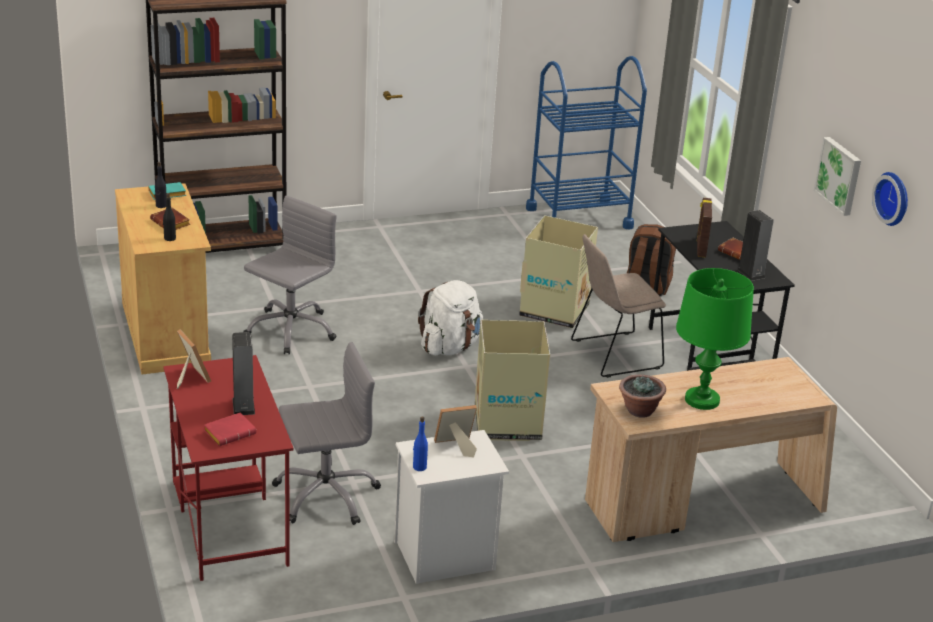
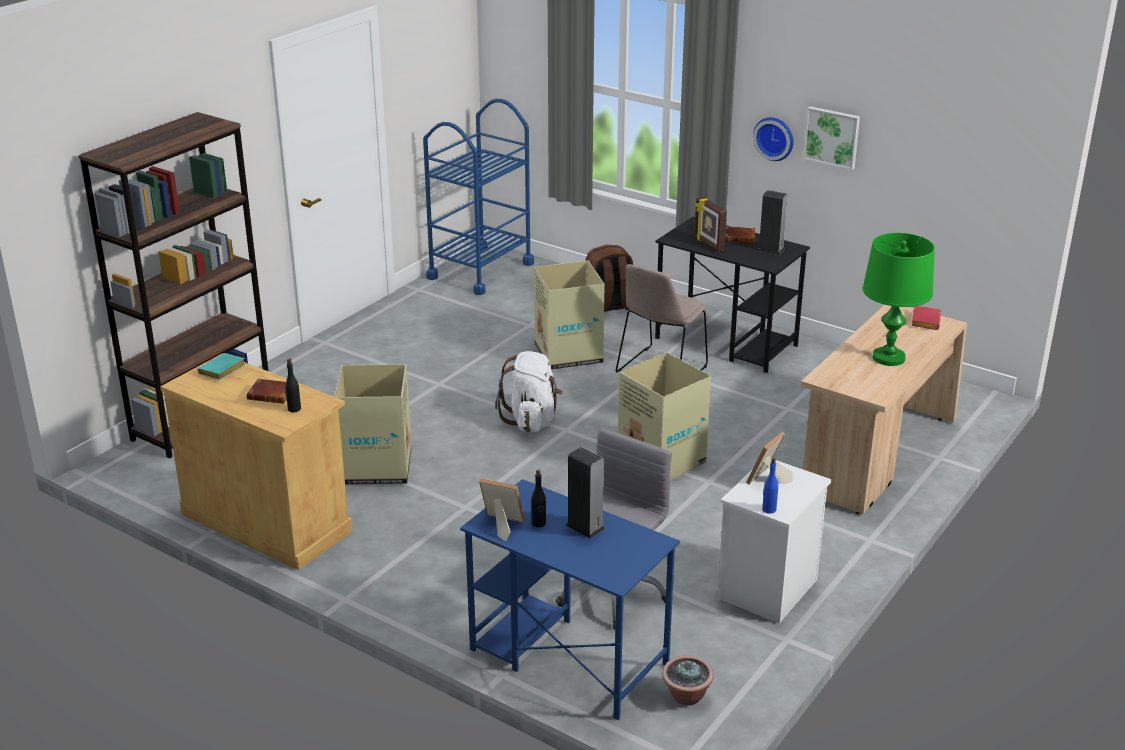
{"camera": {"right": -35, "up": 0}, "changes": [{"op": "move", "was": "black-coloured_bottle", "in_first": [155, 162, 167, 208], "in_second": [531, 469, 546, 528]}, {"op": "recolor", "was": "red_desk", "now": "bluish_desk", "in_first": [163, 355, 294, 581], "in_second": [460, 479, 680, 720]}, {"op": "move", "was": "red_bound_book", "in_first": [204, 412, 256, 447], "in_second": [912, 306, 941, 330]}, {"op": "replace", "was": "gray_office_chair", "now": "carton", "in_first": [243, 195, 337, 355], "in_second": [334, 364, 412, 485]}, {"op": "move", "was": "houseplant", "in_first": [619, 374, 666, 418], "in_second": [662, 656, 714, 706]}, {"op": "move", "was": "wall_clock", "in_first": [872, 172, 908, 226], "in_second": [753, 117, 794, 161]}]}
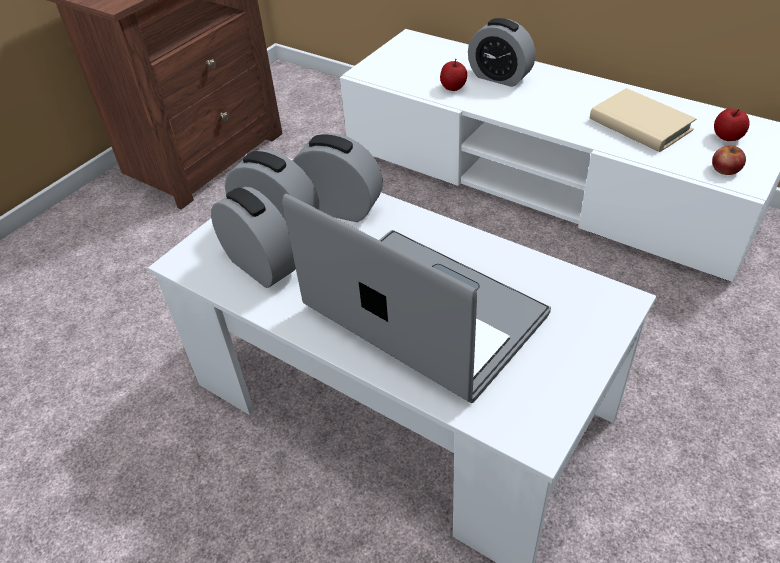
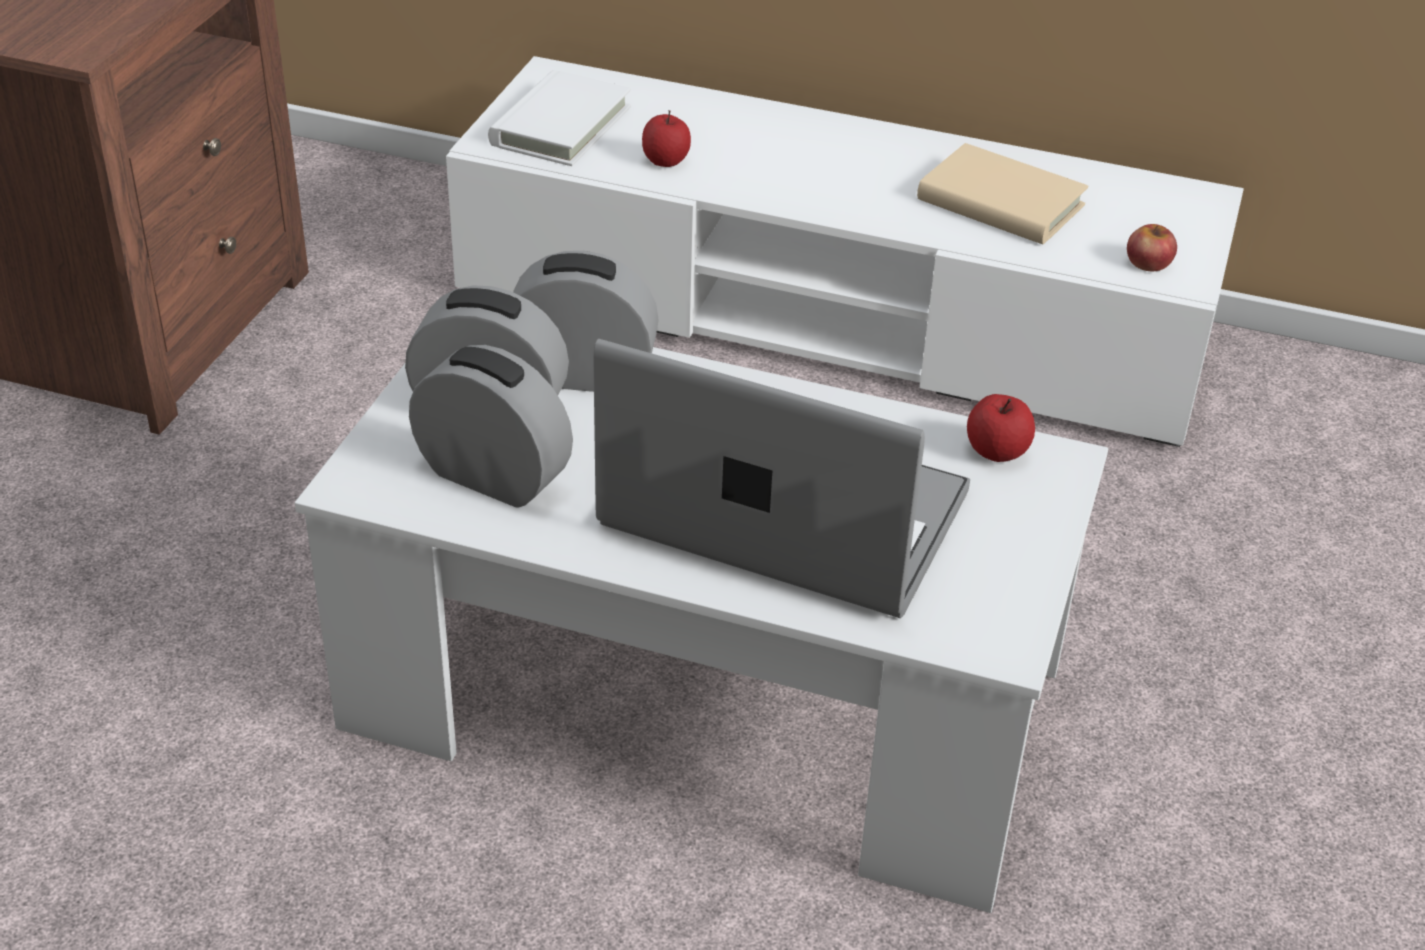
{"camera": {"right": -20, "up": -5}, "changes": [{"op": "delete", "was": "bedside_clock", "in_first": [468, 18, 536, 87]}, {"op": "move", "was": "apple", "in_first": [714, 108, 749, 141], "in_second": [967, 394, 1035, 462]}, {"op": "insert", "now": "white_bound_book", "in_second": [488, 70, 631, 166]}]}
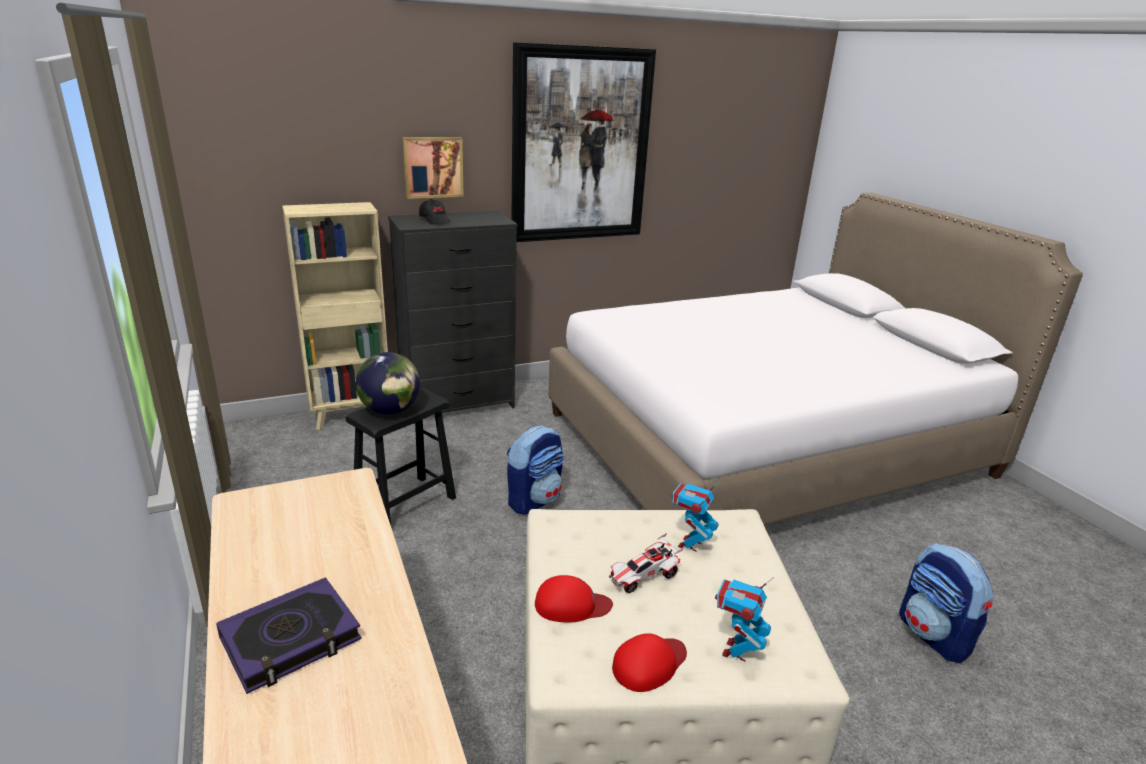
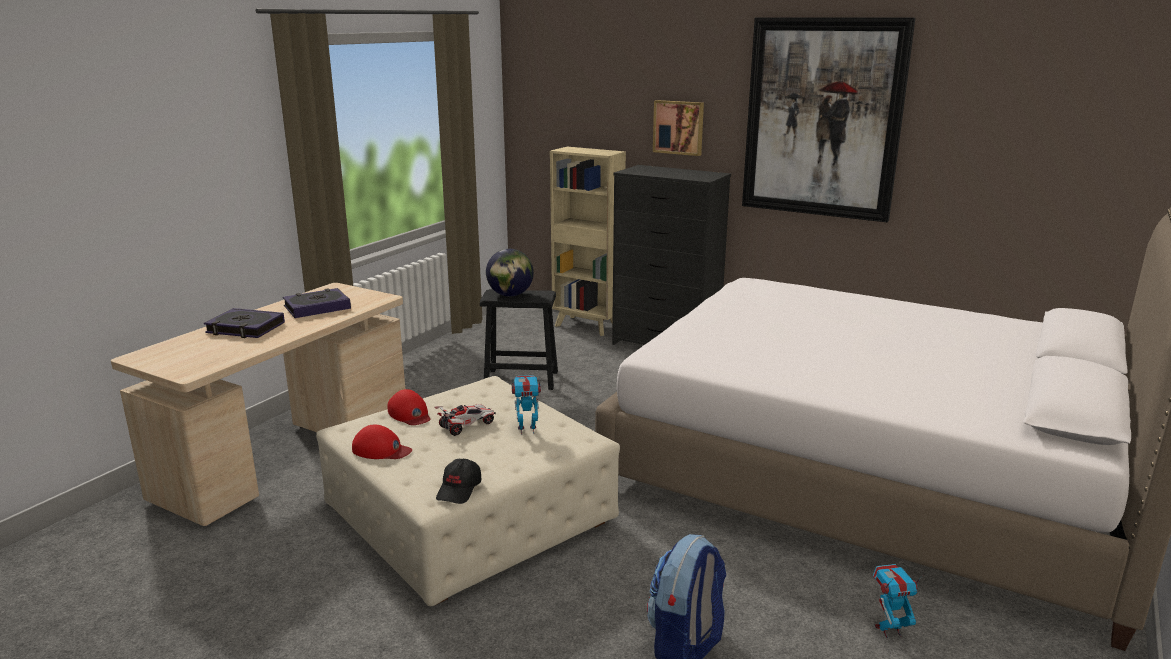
{"camera": {"right": 55, "up": -5}, "changes": [{"op": "move", "was": "black-coloured_cap", "in_first": [419, 199, 451, 225], "in_second": [436, 459, 481, 504]}, {"op": "delete", "was": "rucksack", "in_first": [507, 425, 564, 514]}, {"op": "rotate", "was": "toy_car", "in_first": [609, 533, 684, 593], "in_second": [435, 404, 496, 436], "clockwise": 120}, {"op": "move", "was": "toy_robot", "in_first": [715, 577, 774, 661], "in_second": [873, 564, 923, 638]}, {"op": "insert", "now": "bound_book", "in_second": [283, 288, 351, 318]}]}
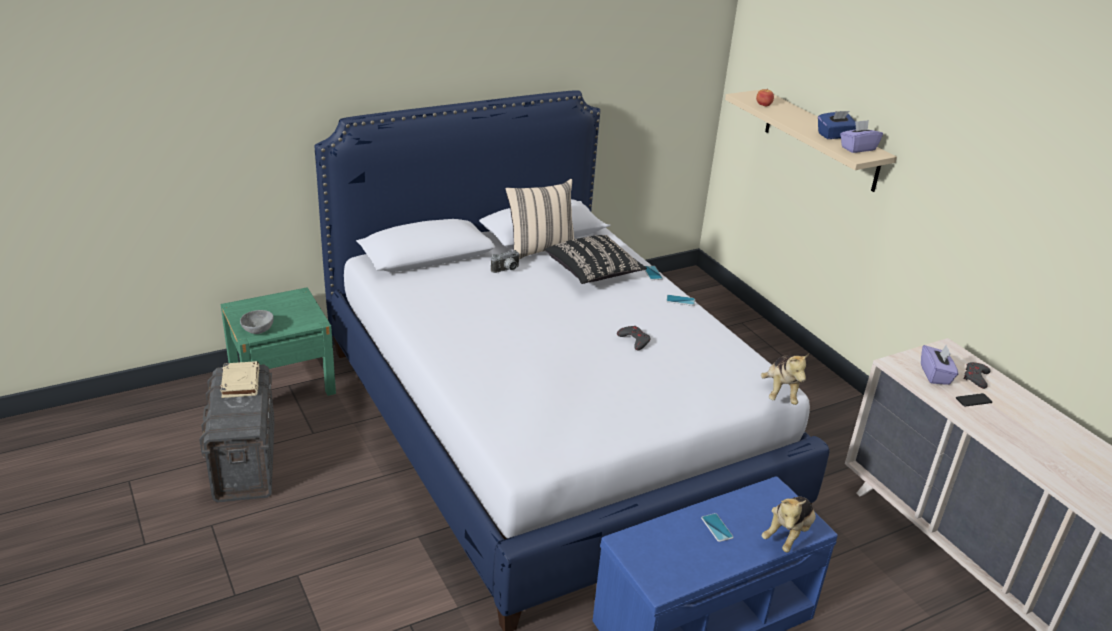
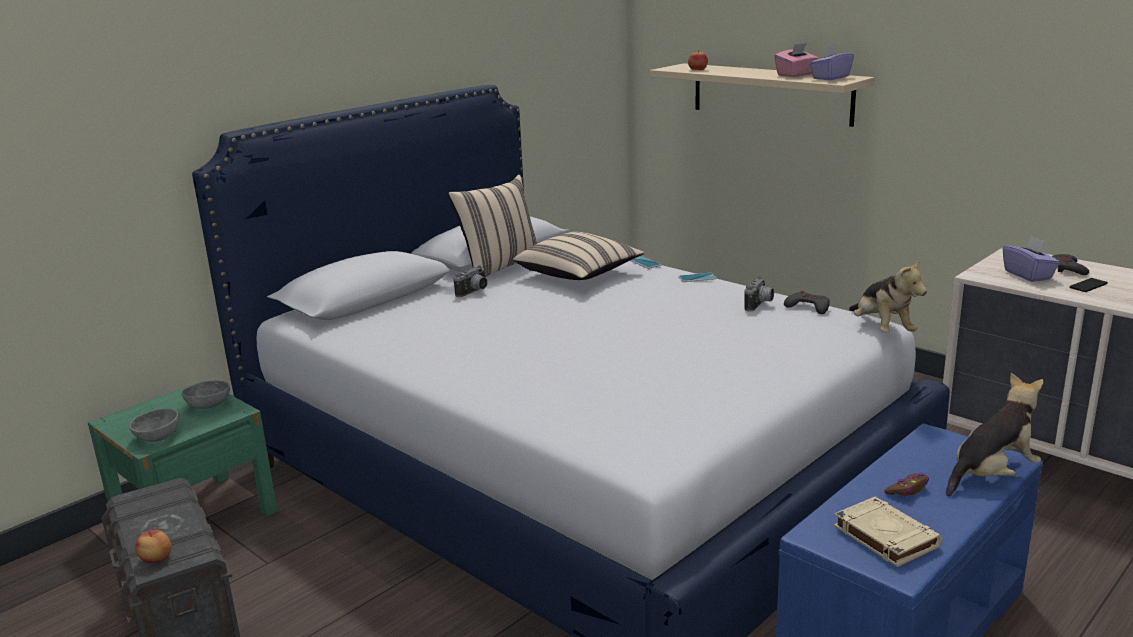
{"camera": {"right": -15, "up": -10}, "changes": [{"op": "move", "was": "beige-coloured_bound_book", "in_first": [220, 361, 260, 398], "in_second": [834, 497, 942, 567]}, {"op": "recolor", "was": "black-coloured_pillow", "now": "beige-coloured_pillow", "in_first": [545, 235, 647, 284], "in_second": [513, 232, 644, 280]}, {"op": "move", "was": "gray_game_controller", "in_first": [617, 326, 651, 350], "in_second": [784, 291, 830, 314]}, {"op": "replace", "was": "handset", "now": "brown_game_controller", "in_first": [701, 513, 734, 542], "in_second": [884, 473, 929, 496]}, {"op": "rotate", "was": "plush_toy", "in_first": [762, 497, 816, 552], "in_second": [946, 373, 1043, 497], "clockwise": -135}, {"op": "recolor", "was": "bluish_tissue_box", "now": "pink_tissue_box", "in_first": [818, 111, 856, 139], "in_second": [774, 43, 819, 77]}, {"op": "insert", "now": "apple", "in_second": [135, 530, 171, 563]}, {"op": "insert", "now": "gray_serving_bowl", "in_second": [181, 380, 230, 409]}, {"op": "insert", "now": "photo_camera", "in_second": [744, 276, 774, 311]}]}
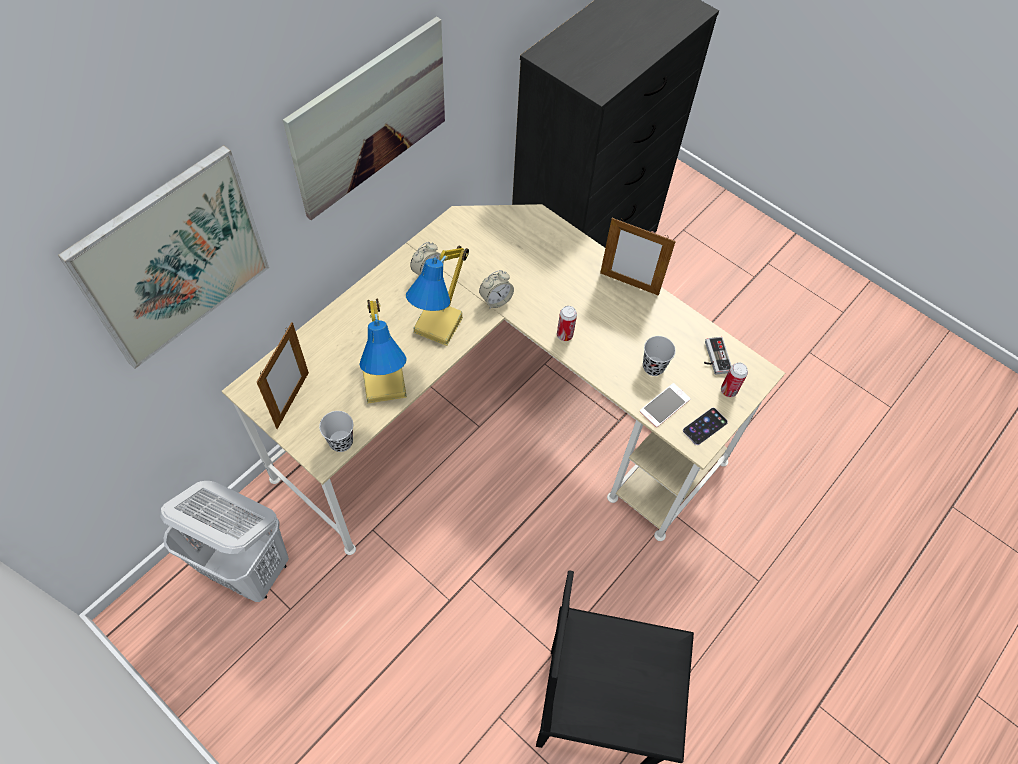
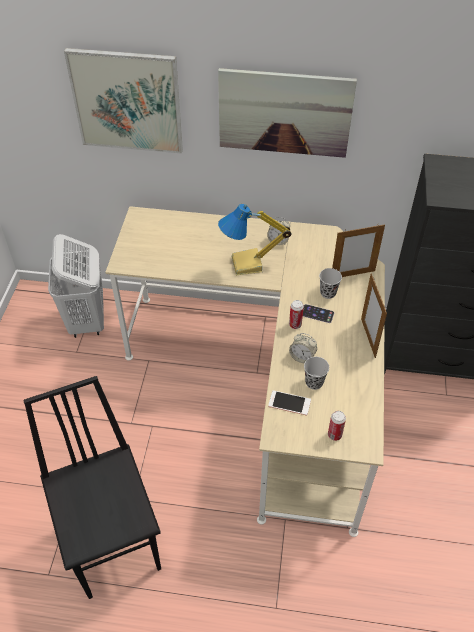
{"camera": {"right": 60, "up": -10}, "changes": [{"op": "move", "was": "photo_frame", "in_first": [257, 322, 309, 429], "in_second": [332, 224, 385, 277]}, {"op": "move", "was": "black-coloured_small_cup", "in_first": [319, 411, 353, 452], "in_second": [319, 268, 342, 299]}, {"op": "delete", "was": "table_lamp", "in_first": [359, 299, 407, 404]}, {"op": "move", "was": "bedside_clock", "in_first": [479, 270, 514, 309], "in_second": [289, 333, 317, 363]}, {"op": "move", "was": "handset", "in_first": [683, 408, 728, 445], "in_second": [303, 304, 334, 323]}, {"op": "delete", "was": "game_controller", "in_first": [704, 337, 732, 375]}]}
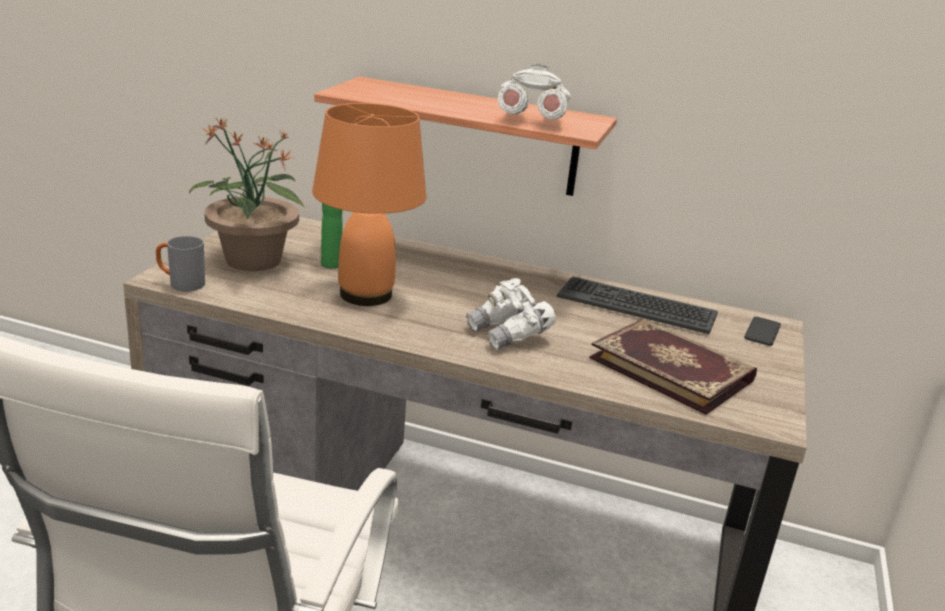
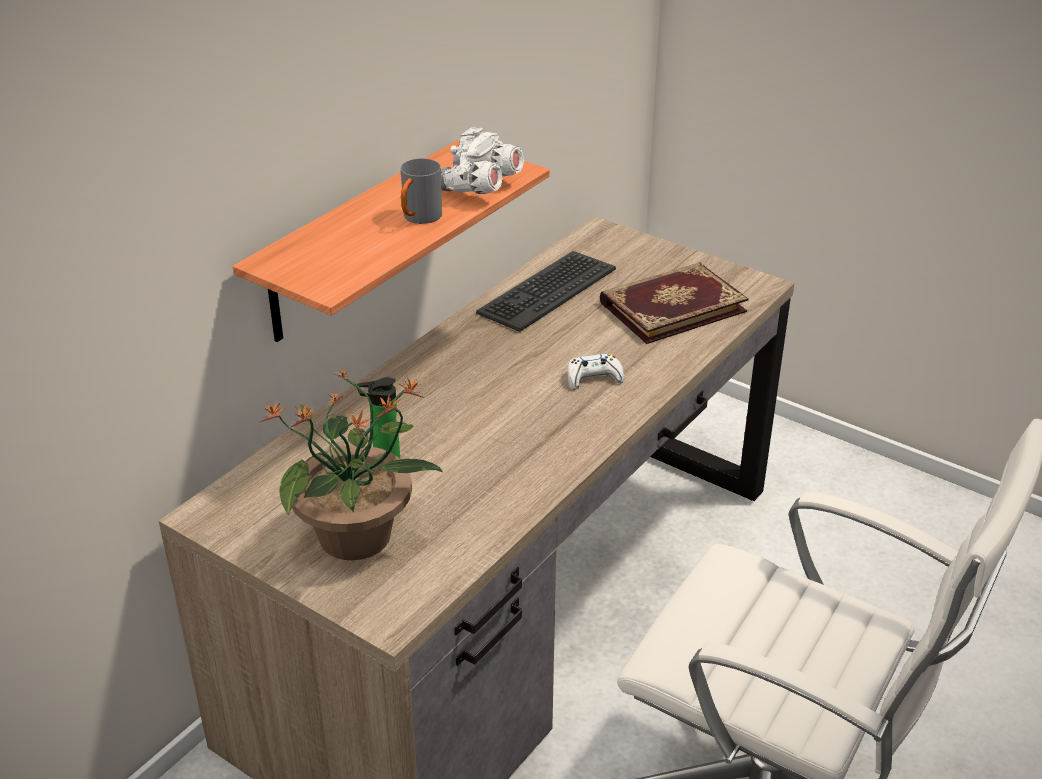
{"camera": {"right": -70, "up": 10}, "changes": [{"op": "move", "was": "gray_tea_mug", "in_first": [156, 236, 205, 291], "in_second": [401, 158, 442, 224]}, {"op": "delete", "was": "orangey_table_lamp", "in_first": [312, 103, 427, 306]}, {"op": "replace", "was": "white_field_glasses", "now": "white_game_controller", "in_first": [467, 278, 556, 350], "in_second": [567, 354, 624, 390]}, {"op": "delete", "was": "handset", "in_first": [744, 317, 781, 346]}]}
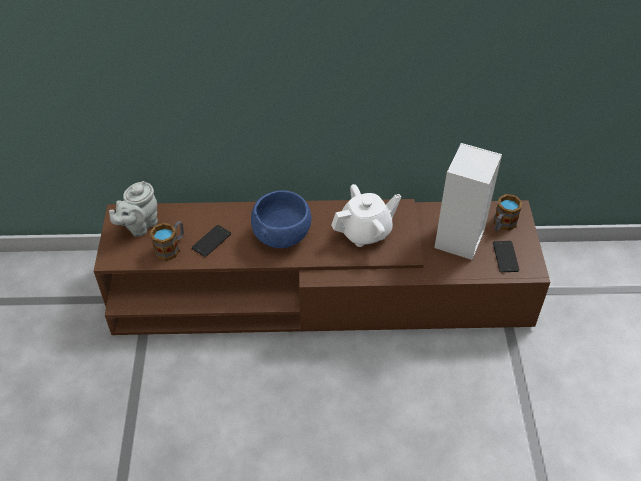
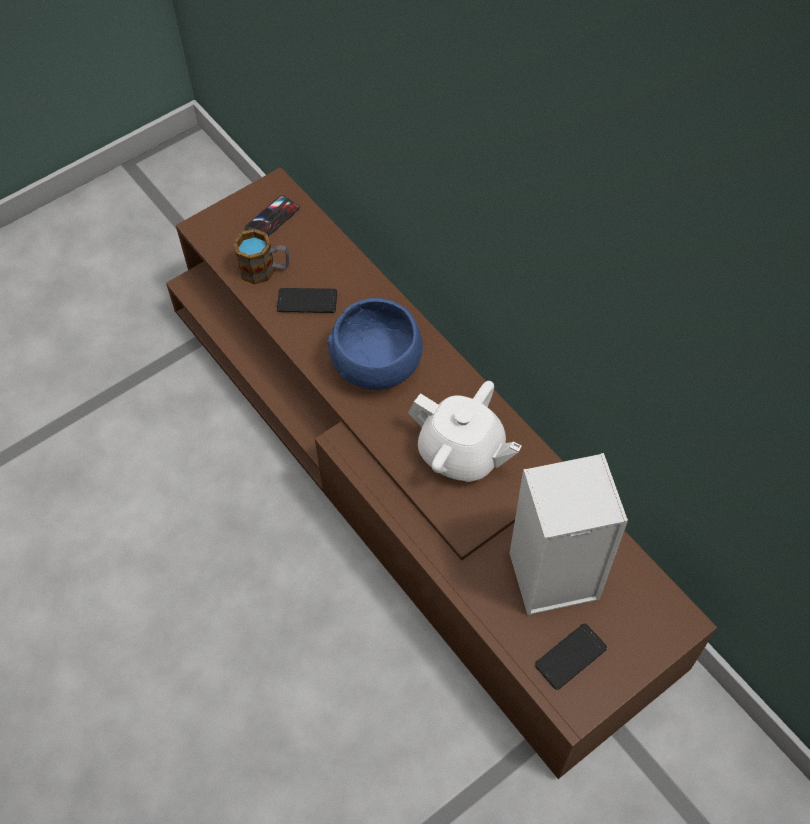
{"camera": {"right": 55, "up": 10}, "changes": [{"op": "replace", "was": "gray_teapot", "now": "handset", "in_first": [109, 181, 158, 237], "in_second": [245, 195, 300, 236]}, {"op": "delete", "was": "tea_mug", "in_first": [493, 194, 522, 231]}]}
